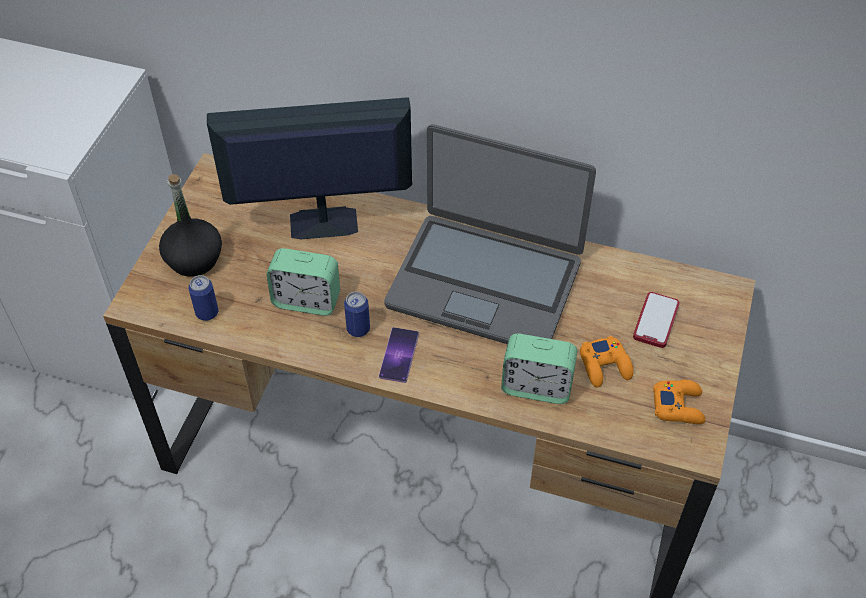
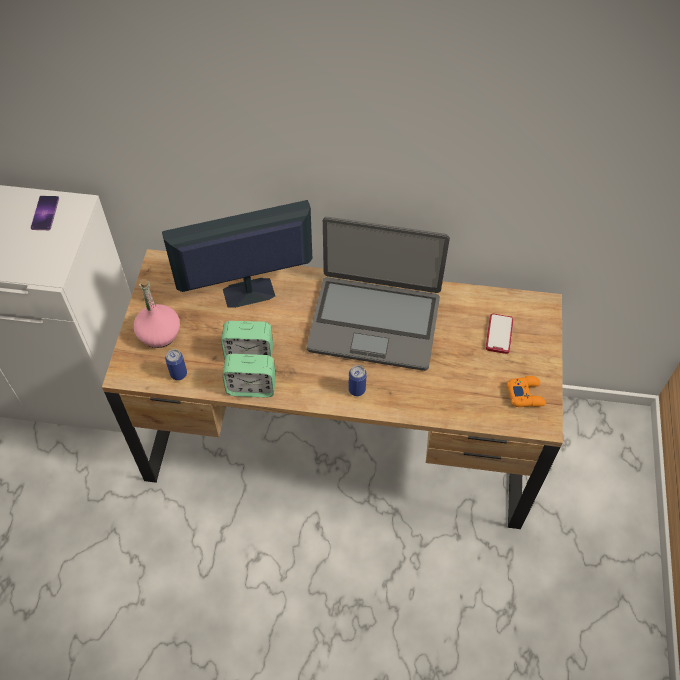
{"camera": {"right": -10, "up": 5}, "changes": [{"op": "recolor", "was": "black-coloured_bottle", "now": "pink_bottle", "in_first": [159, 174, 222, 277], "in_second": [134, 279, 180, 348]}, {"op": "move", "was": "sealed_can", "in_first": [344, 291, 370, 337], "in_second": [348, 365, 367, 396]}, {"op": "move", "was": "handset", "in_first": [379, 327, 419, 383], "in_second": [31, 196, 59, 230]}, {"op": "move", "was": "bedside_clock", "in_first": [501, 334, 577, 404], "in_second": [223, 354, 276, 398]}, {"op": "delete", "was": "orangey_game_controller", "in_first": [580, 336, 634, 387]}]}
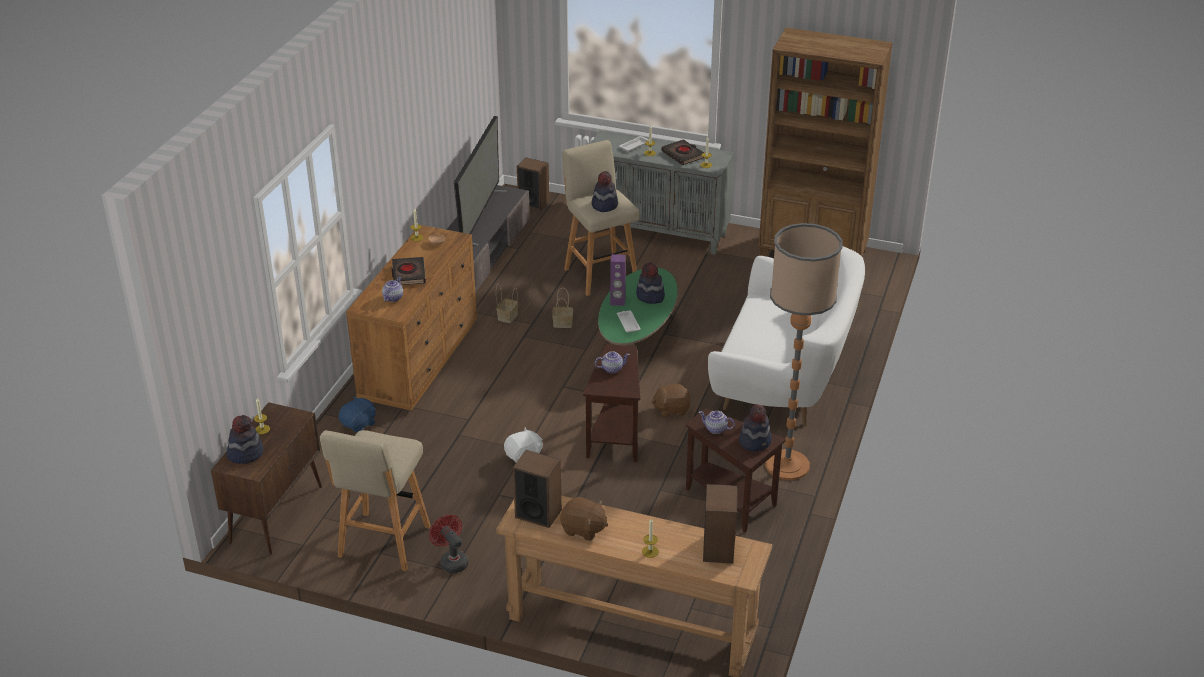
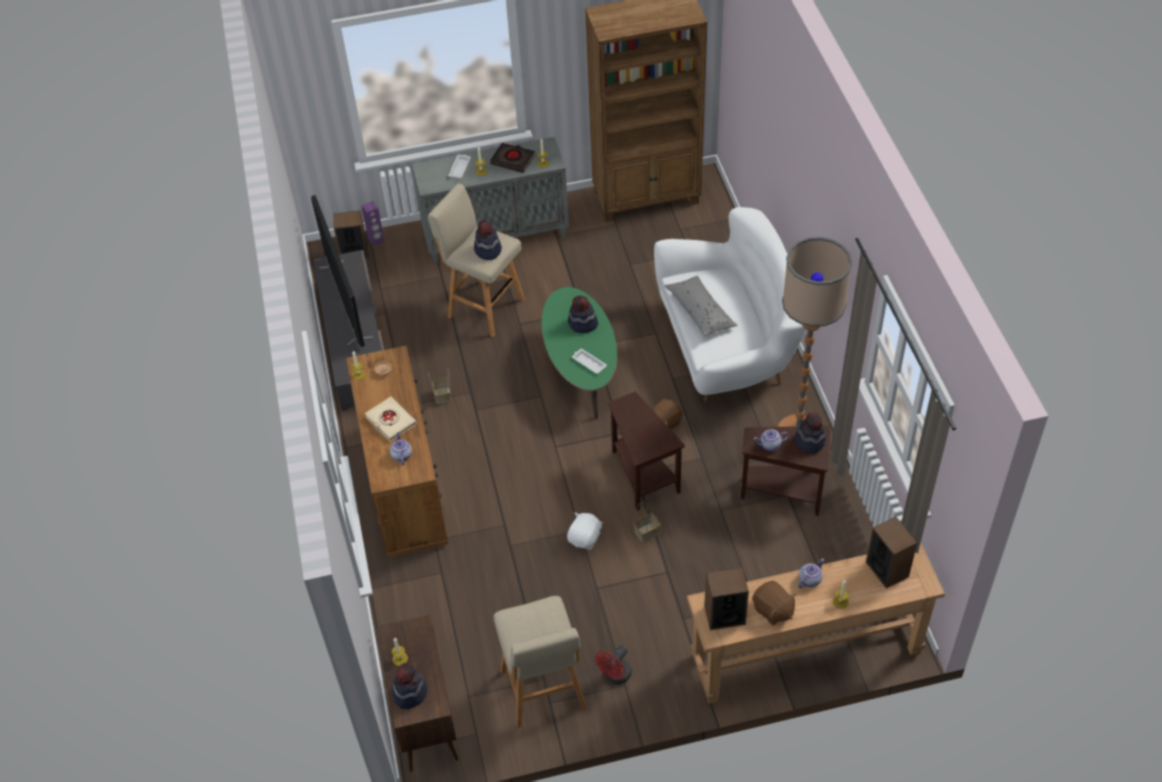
{"camera": {"right": -30, "up": 15}, "changes": [{"op": "delete", "was": "bluish_plush_toy", "in_first": [338, 396, 376, 432]}, {"op": "recolor", "was": "black-coloured_bound_book", "now": "beige-coloured_bound_book", "in_first": [392, 257, 426, 285], "in_second": [365, 397, 417, 442]}, {"op": "rotate", "was": "red_electric_fan", "in_first": [429, 515, 469, 573], "in_second": [595, 645, 632, 684], "clockwise": -75}, {"op": "move", "was": "storage_basket", "in_first": [552, 288, 573, 328], "in_second": [634, 502, 661, 542]}, {"op": "rotate", "was": "brown_plush_toy", "in_first": [560, 497, 608, 541], "in_second": [752, 581, 796, 625], "clockwise": 60}, {"op": "move", "was": "teapot", "in_first": [595, 351, 630, 373], "in_second": [798, 558, 824, 588]}, {"op": "move", "was": "purple-coloured_speaker", "in_first": [610, 254, 625, 306], "in_second": [361, 201, 385, 246]}, {"op": "insert", "now": "gray_pillow", "in_second": [664, 276, 738, 336]}]}
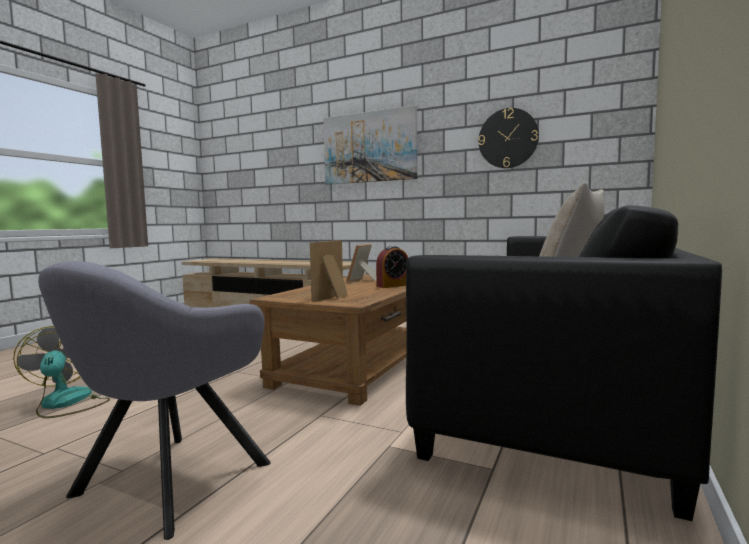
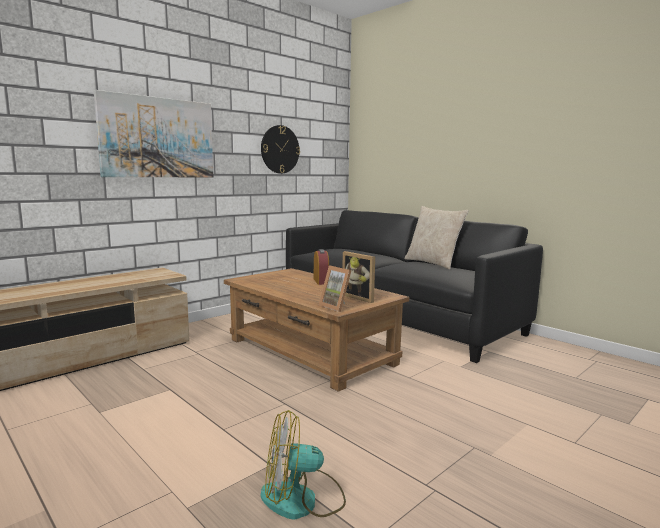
{"camera": {"right": -70, "up": 5}, "changes": [{"op": "delete", "was": "gray_armchair", "in_first": [38, 261, 271, 540]}, {"op": "move", "was": "photo_frame", "in_first": [347, 244, 376, 282], "in_second": [319, 265, 351, 312]}]}
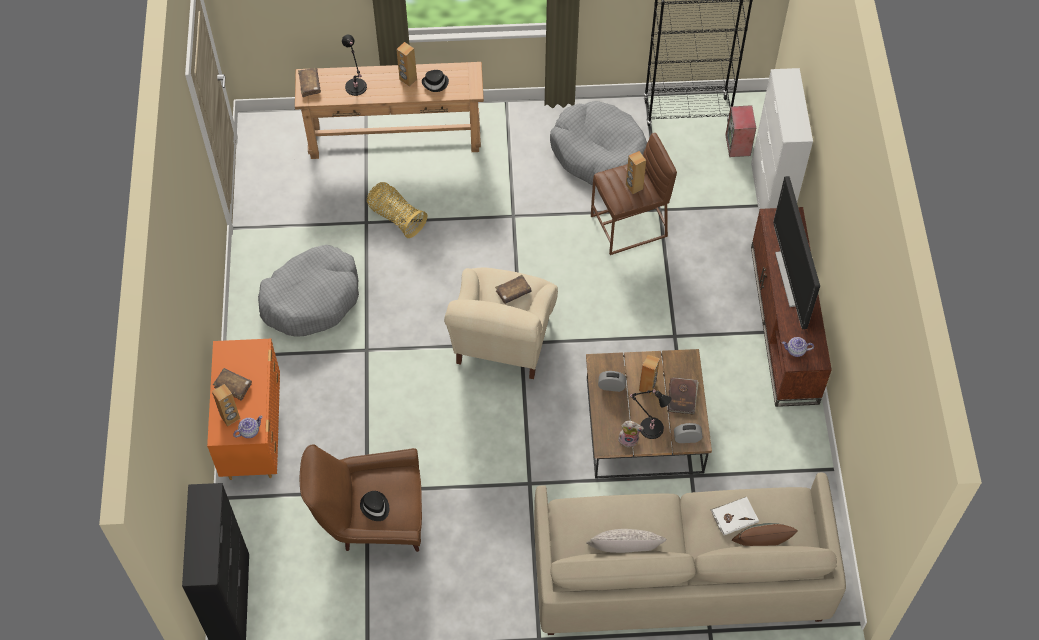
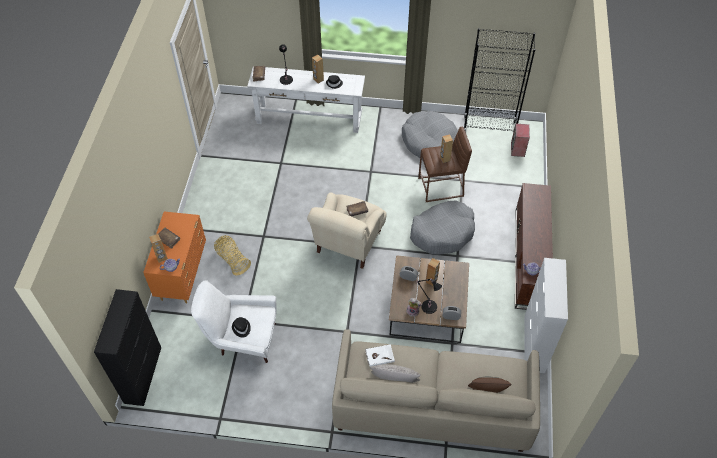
{"camera": {"right": 10, "up": -5}, "changes": [{"op": "move", "was": "gray_dog_cushion", "in_first": [258, 244, 359, 337], "in_second": [410, 200, 475, 255]}, {"op": "recolor", "was": "brown_hall_table", "now": "white_hall_table", "in_first": [295, 62, 484, 159], "in_second": [247, 66, 365, 133]}, {"op": "recolor", "was": "brown_armchair", "now": "white_armchair", "in_first": [300, 444, 422, 552], "in_second": [191, 280, 277, 363]}, {"op": "move", "was": "storage_basket", "in_first": [367, 182, 428, 238], "in_second": [214, 235, 251, 275]}, {"op": "delete", "was": "brown_bound_book", "in_first": [668, 378, 699, 415]}, {"op": "move", "was": "white_bound_book", "in_first": [710, 497, 759, 535], "in_second": [365, 344, 395, 367]}, {"op": "move", "was": "white_cupboard", "in_first": [751, 68, 813, 210], "in_second": [525, 258, 568, 373]}, {"op": "delete", "was": "TV", "in_first": [773, 176, 820, 329]}]}
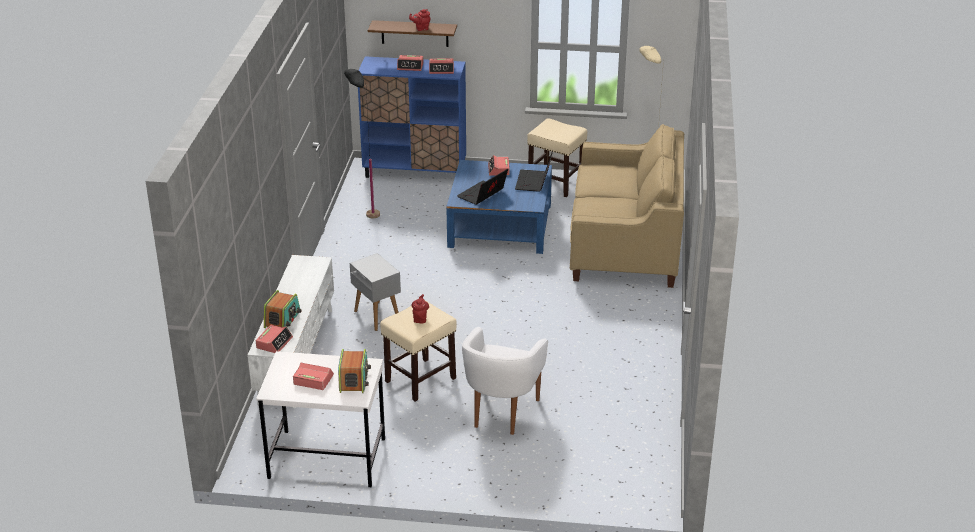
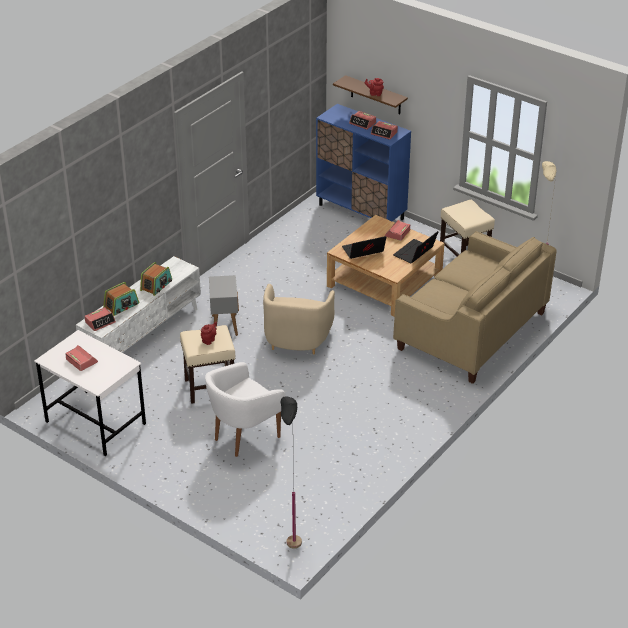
{"camera": {"right": 30, "up": 5}, "changes": [{"op": "move", "was": "radio_receiver", "in_first": [338, 349, 371, 393], "in_second": [140, 262, 172, 296]}, {"op": "move", "was": "black-coloured_standard_lamp", "in_first": [344, 69, 380, 219], "in_second": [281, 396, 302, 549]}, {"op": "recolor", "was": "bluish_low_table", "now": "beige-coloured_low_table", "in_first": [446, 160, 552, 254], "in_second": [327, 215, 444, 317]}, {"op": "insert", "now": "beige-coloured_armchair", "in_second": [263, 284, 335, 355]}]}
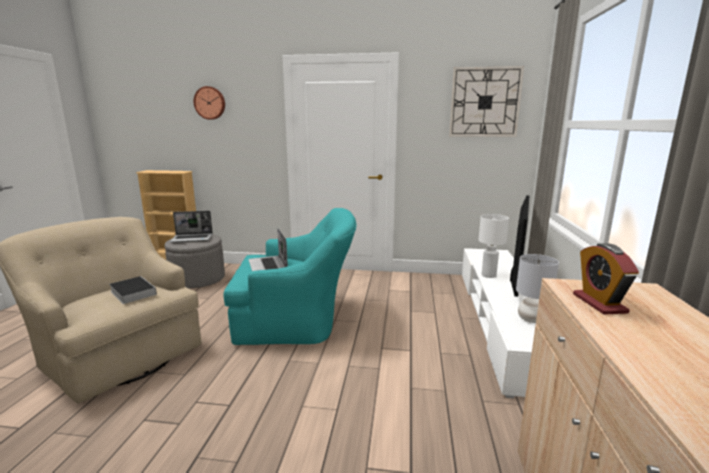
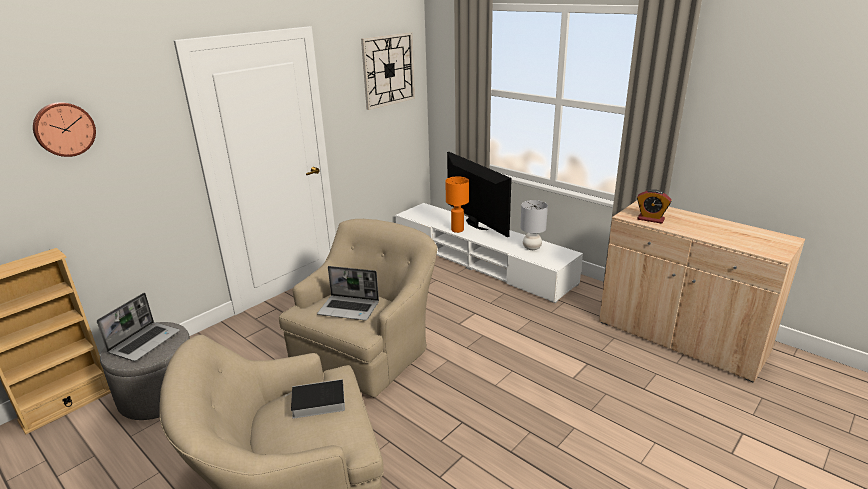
{"camera": {"right": -55, "up": 10}, "changes": [{"op": "recolor", "was": "turquoise_armchair", "now": "beige-coloured_armchair", "in_first": [223, 208, 356, 345], "in_second": [279, 219, 438, 397]}, {"op": "recolor", "was": "white_table_lamp", "now": "orangey_table_lamp", "in_first": [479, 214, 509, 278], "in_second": [445, 176, 469, 233]}]}
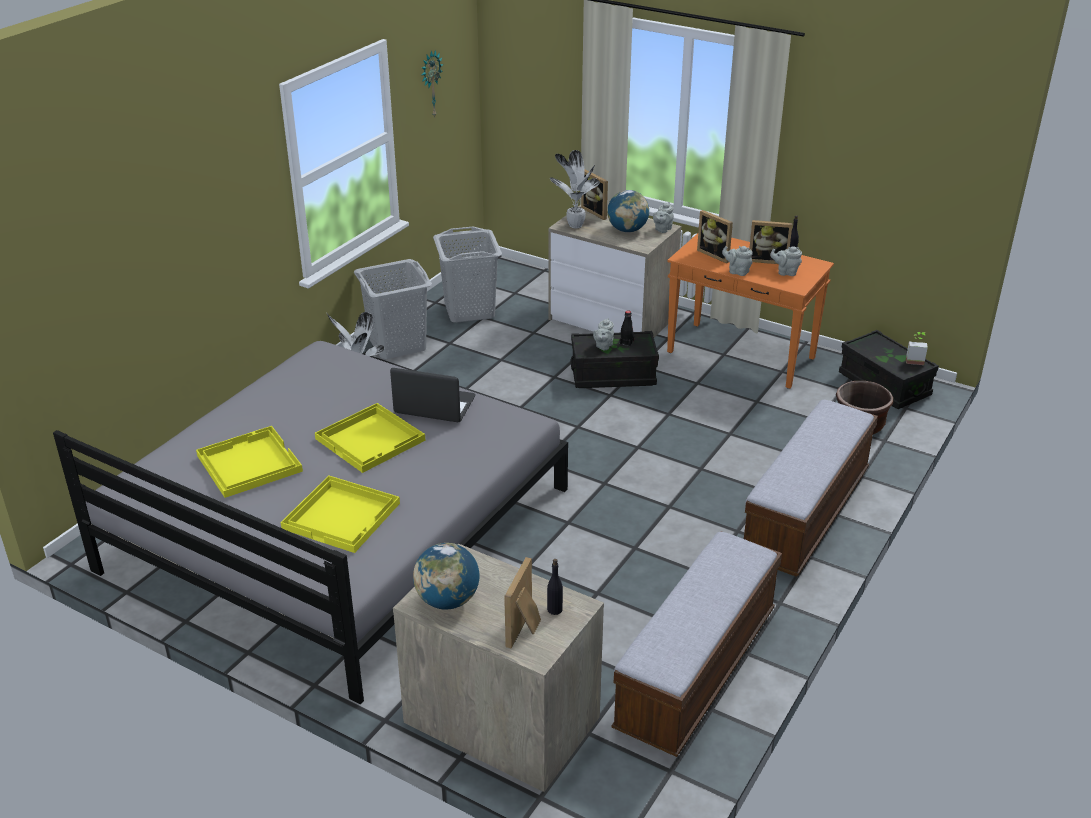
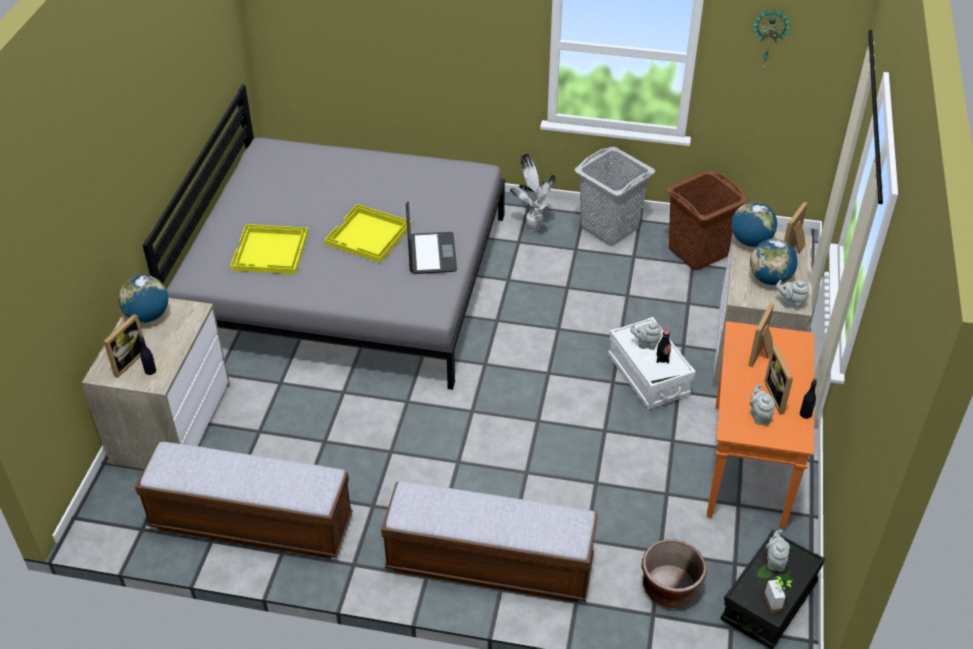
{"camera": {"right": 70, "up": 10}, "changes": [{"op": "delete", "was": "yellow-coloured_tray", "in_first": [196, 426, 303, 498]}, {"op": "recolor", "was": "gray_washing_basket", "now": "brown_washing_basket", "in_first": [433, 227, 502, 323], "in_second": [666, 170, 749, 270]}, {"op": "rotate", "was": "photo_frame", "in_first": [504, 557, 541, 649], "in_second": [103, 314, 144, 378], "clockwise": 120}, {"op": "replace", "was": "houseplant", "now": "world_globe", "in_first": [550, 150, 600, 228], "in_second": [731, 202, 777, 247]}, {"op": "recolor", "was": "black-coloured_storage_container", "now": "white_storage_container", "in_first": [571, 331, 659, 388], "in_second": [608, 317, 696, 410]}, {"op": "move", "was": "gray_teapot", "in_first": [722, 246, 752, 276], "in_second": [766, 530, 790, 572]}]}
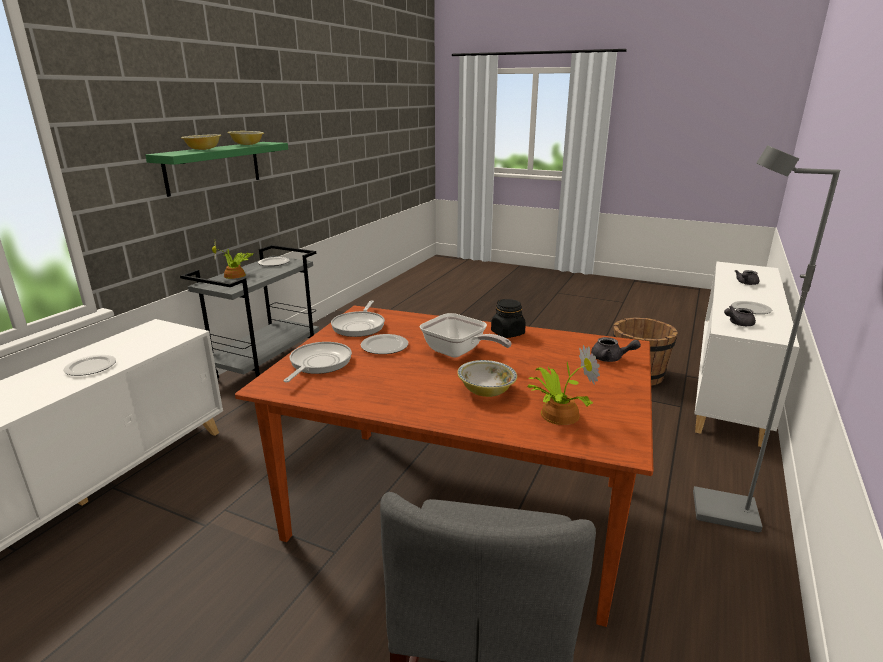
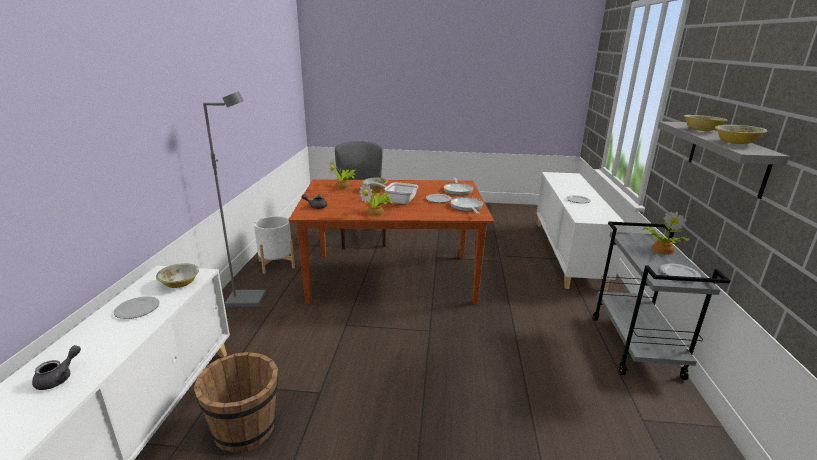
{"camera": {"right": 160, "up": 0}, "changes": [{"op": "recolor", "was": "greenish_shelf", "now": "gray_shelf", "in_first": [145, 142, 288, 197], "in_second": [658, 121, 790, 199]}, {"op": "replace", "was": "black-coloured_storage_jar", "now": "houseplant", "in_first": [491, 299, 526, 338], "in_second": [359, 183, 393, 217]}, {"op": "replace", "was": "gray_teapot", "now": "serving_bowl", "in_first": [724, 306, 756, 326], "in_second": [156, 263, 199, 288]}, {"op": "insert", "now": "white_planter", "in_second": [254, 216, 295, 274]}]}
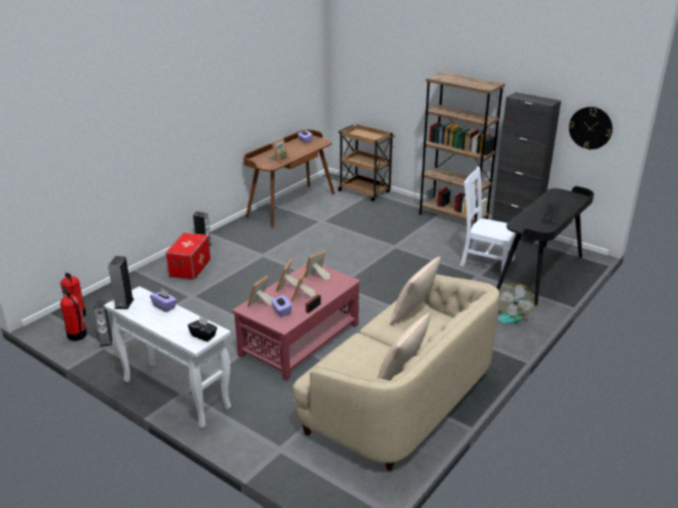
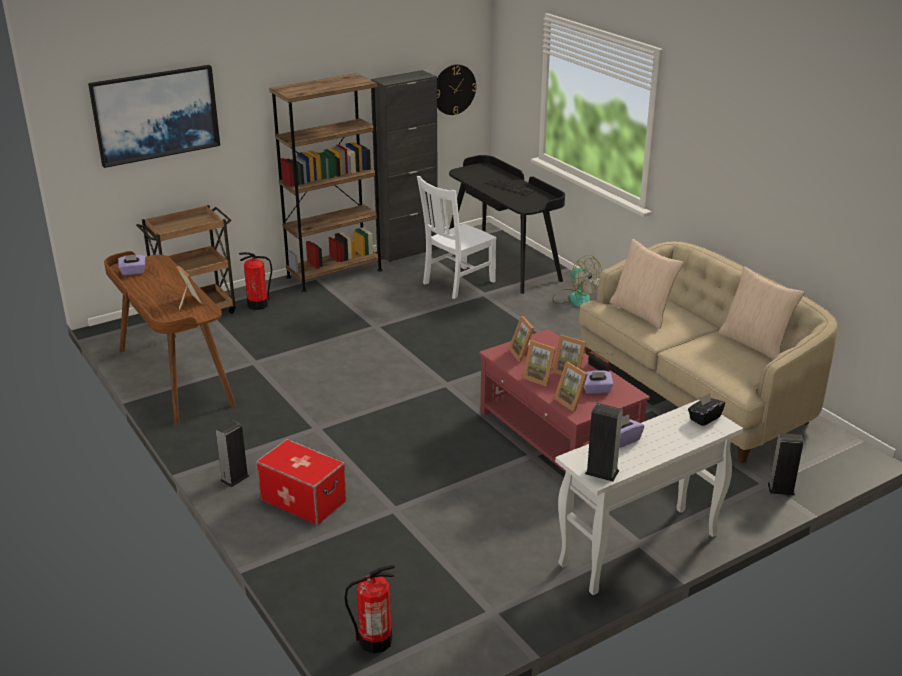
{"camera": {"right": -70, "up": 0}, "changes": [{"op": "move", "was": "fire_extinguisher", "in_first": [60, 285, 87, 341], "in_second": [239, 252, 272, 310]}, {"op": "move", "was": "speaker", "in_first": [94, 300, 112, 347], "in_second": [767, 433, 803, 495]}, {"op": "insert", "now": "picture", "in_second": [88, 65, 220, 168]}]}
